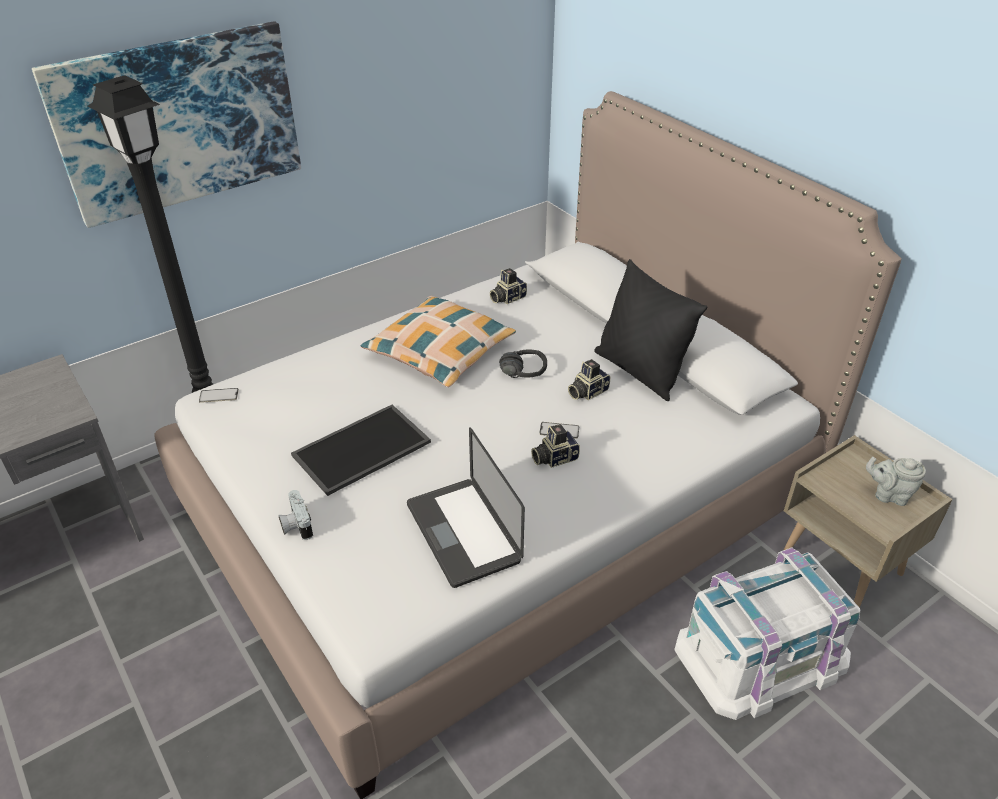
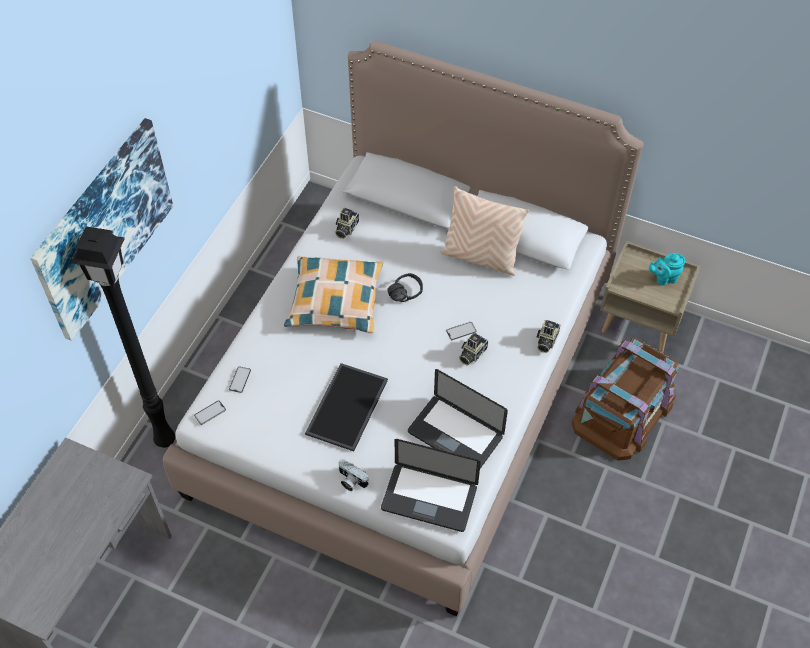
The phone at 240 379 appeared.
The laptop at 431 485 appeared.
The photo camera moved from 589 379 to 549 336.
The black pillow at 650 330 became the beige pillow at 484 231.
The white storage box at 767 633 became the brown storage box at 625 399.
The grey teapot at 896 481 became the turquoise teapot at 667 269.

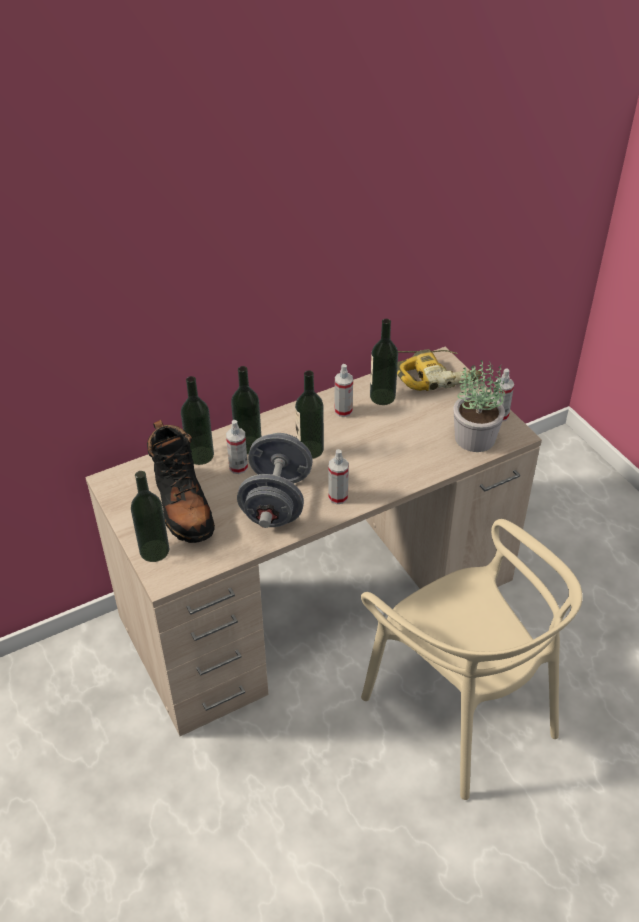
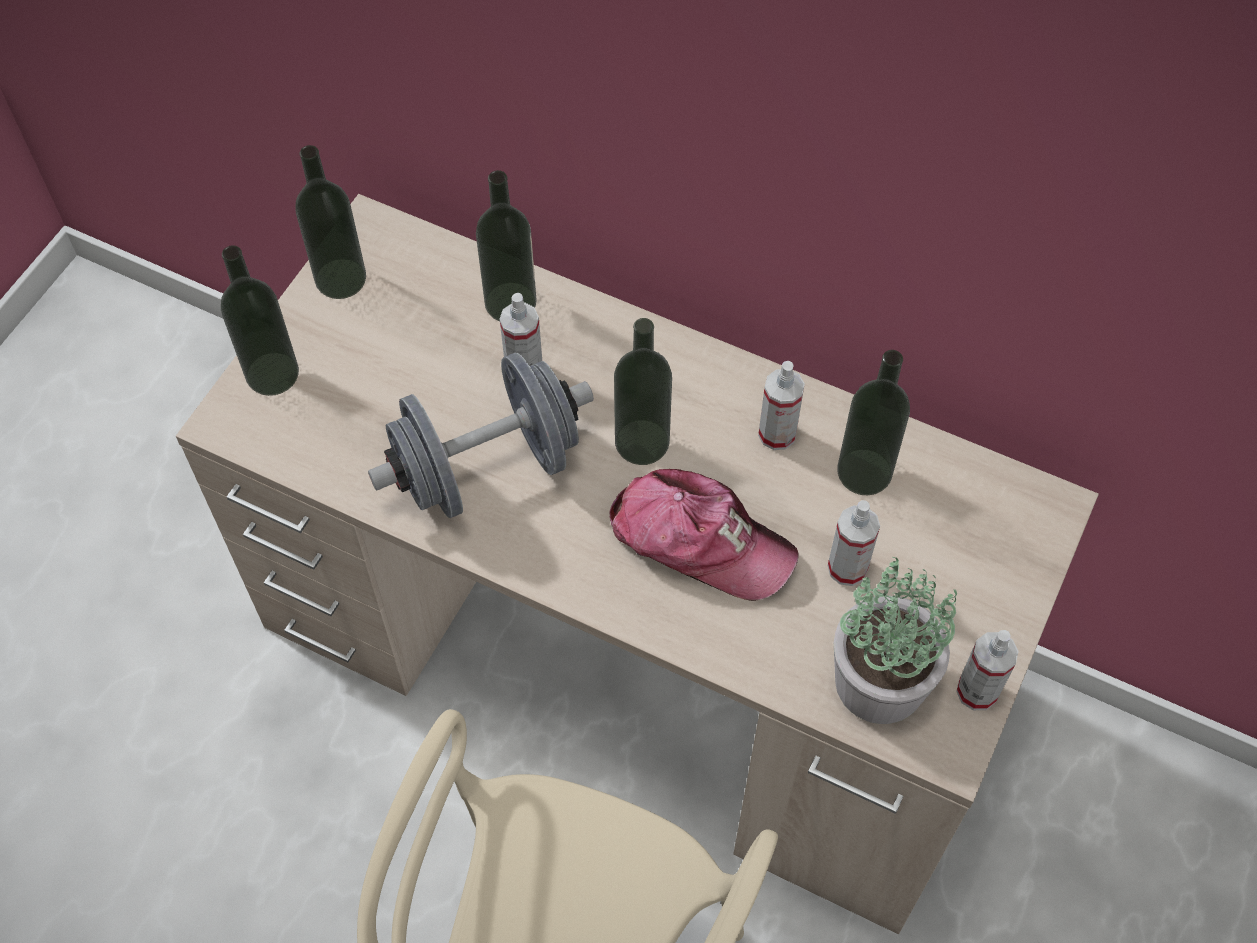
The black boot at 181 481 disappeared.
The power drill at 439 370 disappeared.
The cap at 703 535 appeared.
The bottle moved from 246 410 to 330 222.
The spray bottle moved from 338 476 to 854 543.

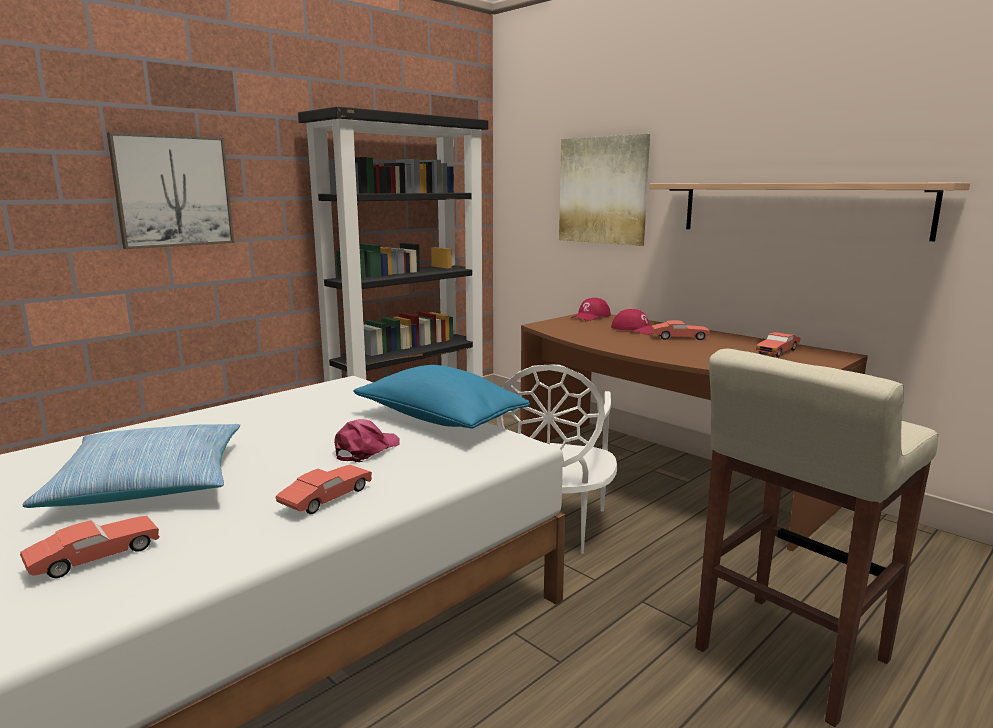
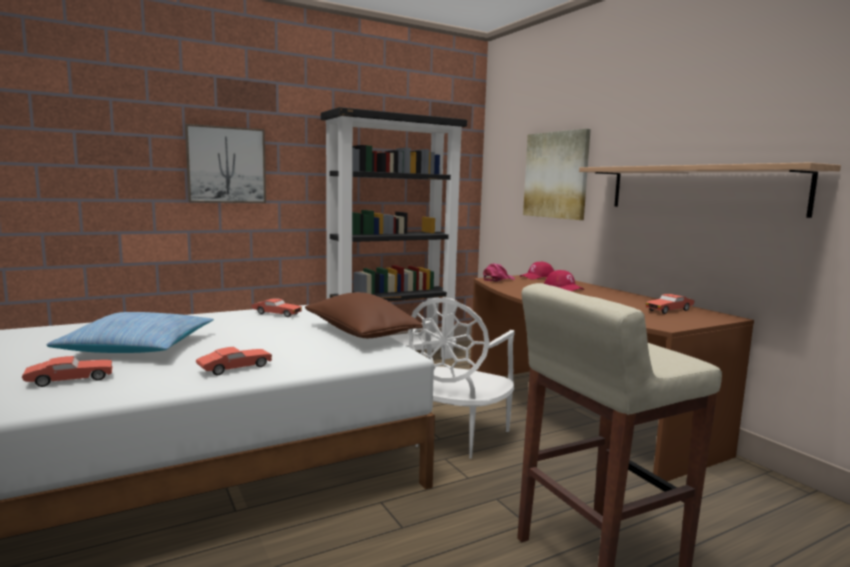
The pink cap moved from 367 440 to 499 272.
The red toy car moved from 680 330 to 276 307.
The blue pillow at 441 397 became the brown pillow at 364 315.

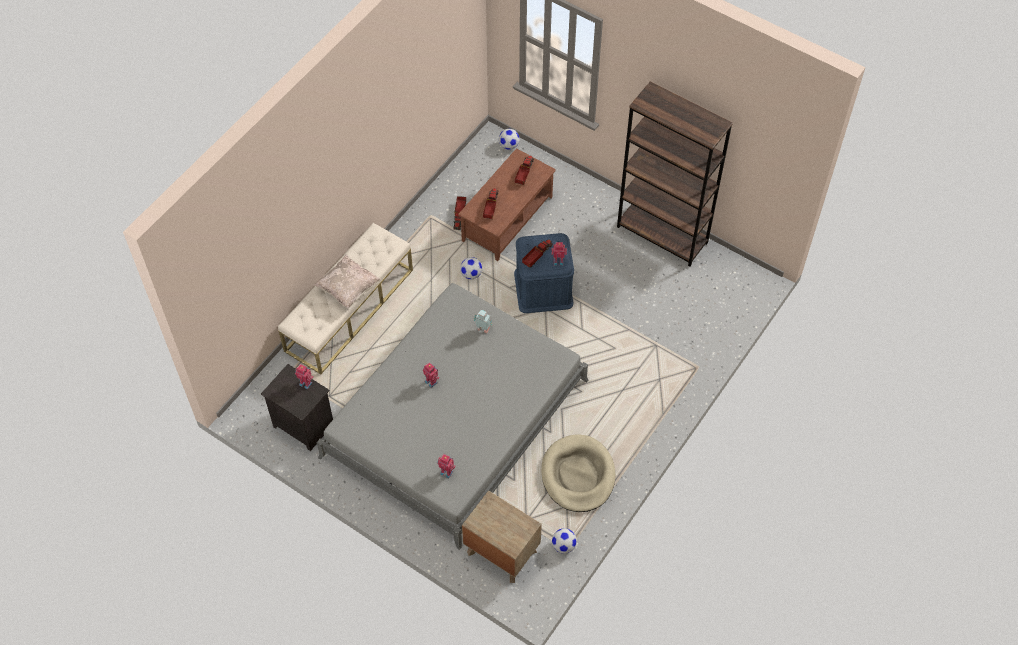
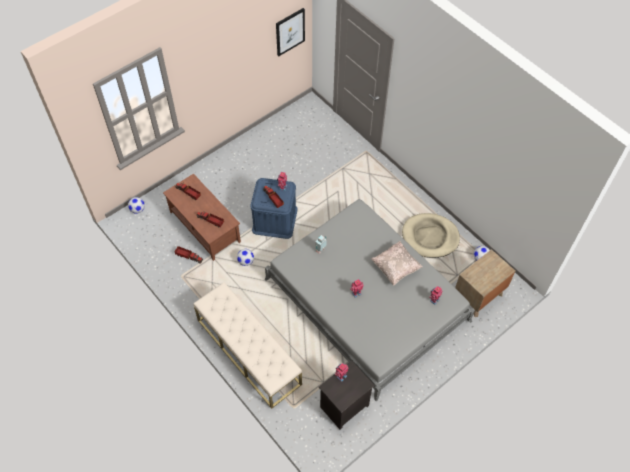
The brown bookcase at 675 174 disappeared.
The picture at 290 32 appeared.
The beige pillow moved from 347 281 to 396 263.

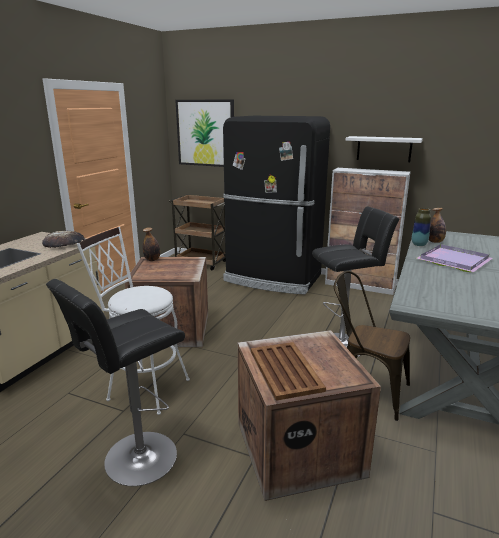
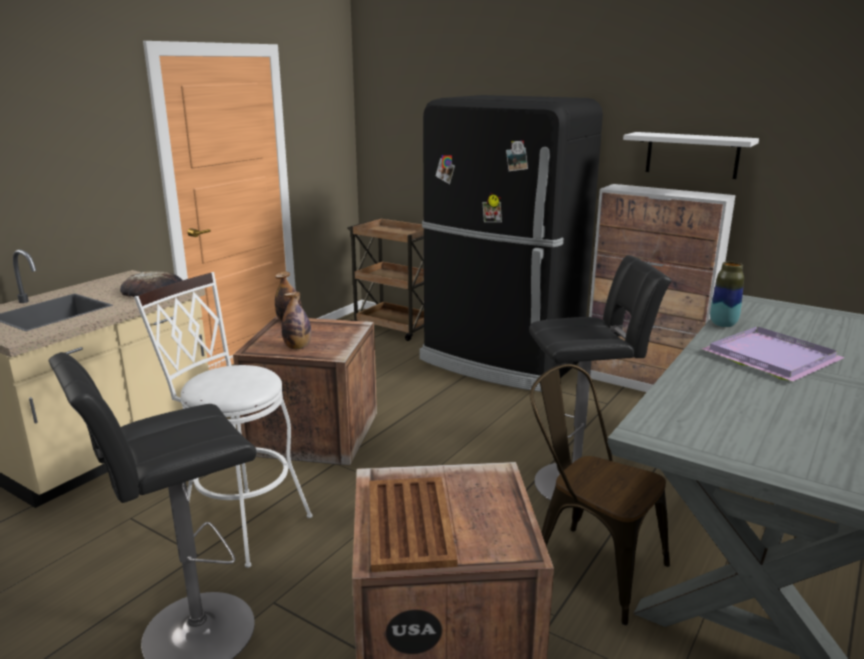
The picture at 204 133 disappeared.
The bottle moved from 437 225 to 296 320.

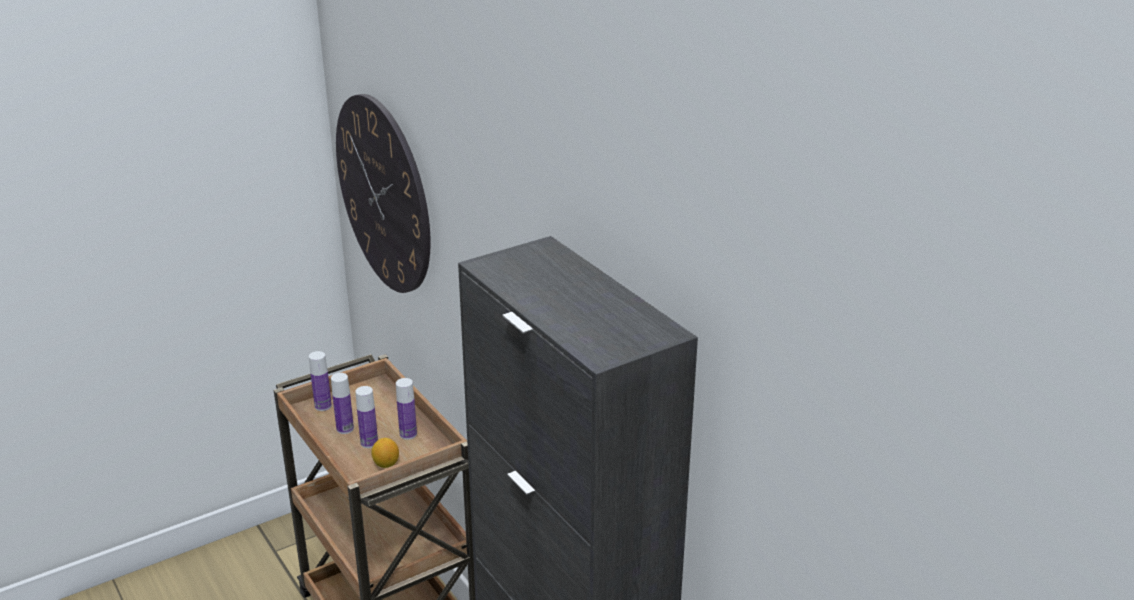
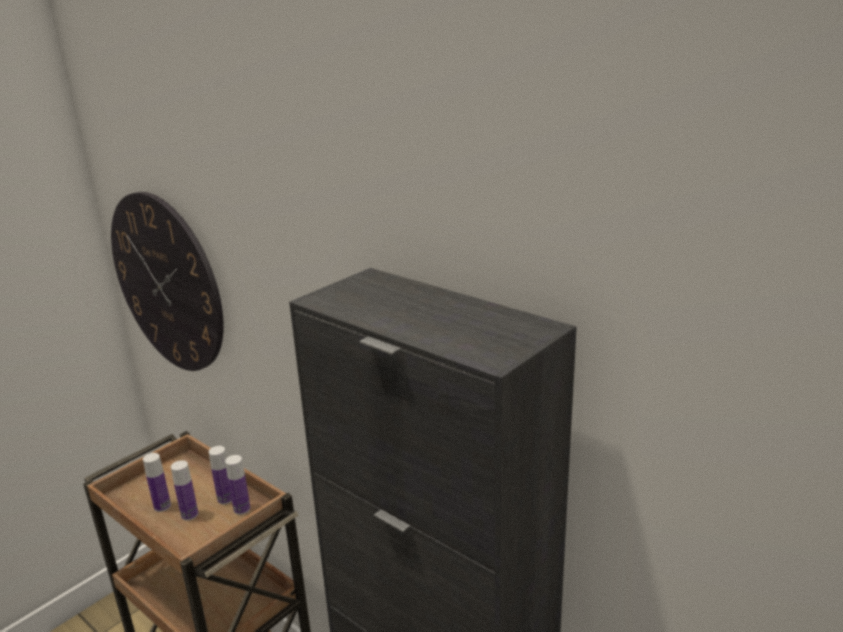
The lemon at 385 453 disappeared.
The bottle moved from 320 381 to 238 485.

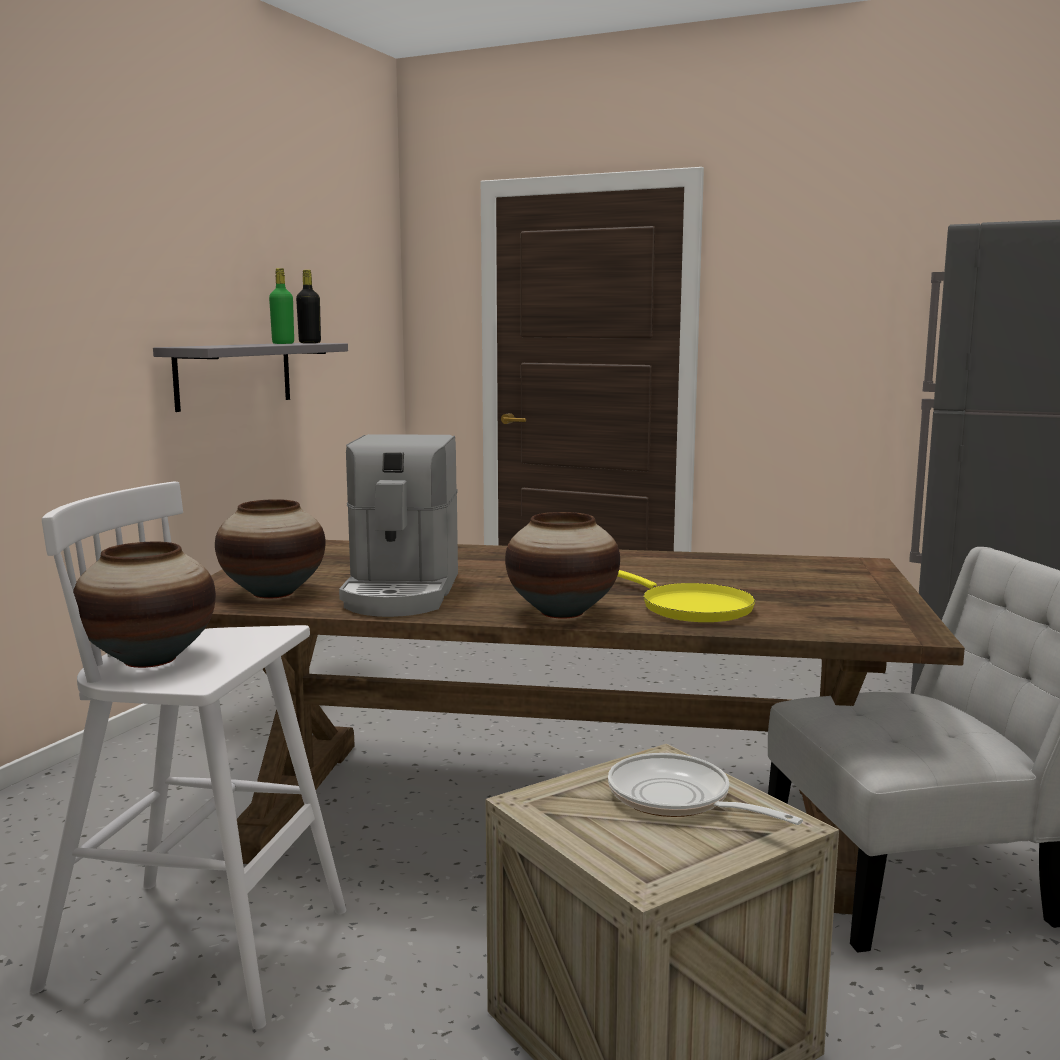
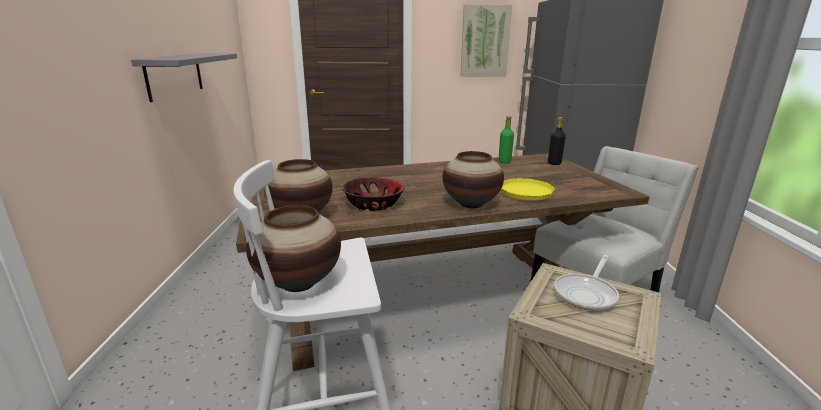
The picture at 486 40 appeared.
The green bottle moved from 281 306 to 506 139.
The black bottle moved from 308 306 to 557 141.
The coffee machine at 398 525 was replaced by the bowl at 373 194.
The frying pan at 705 789 turned 75 degrees counterclockwise.

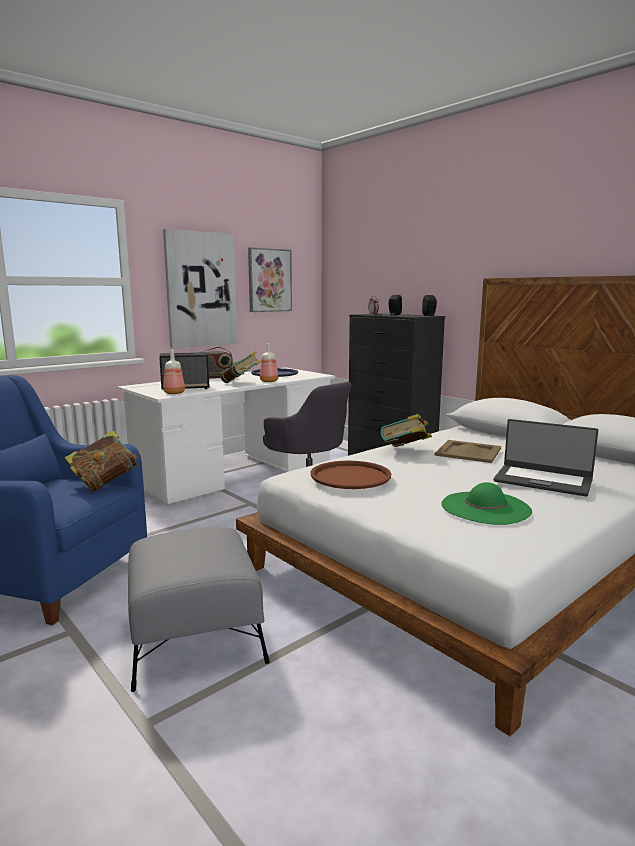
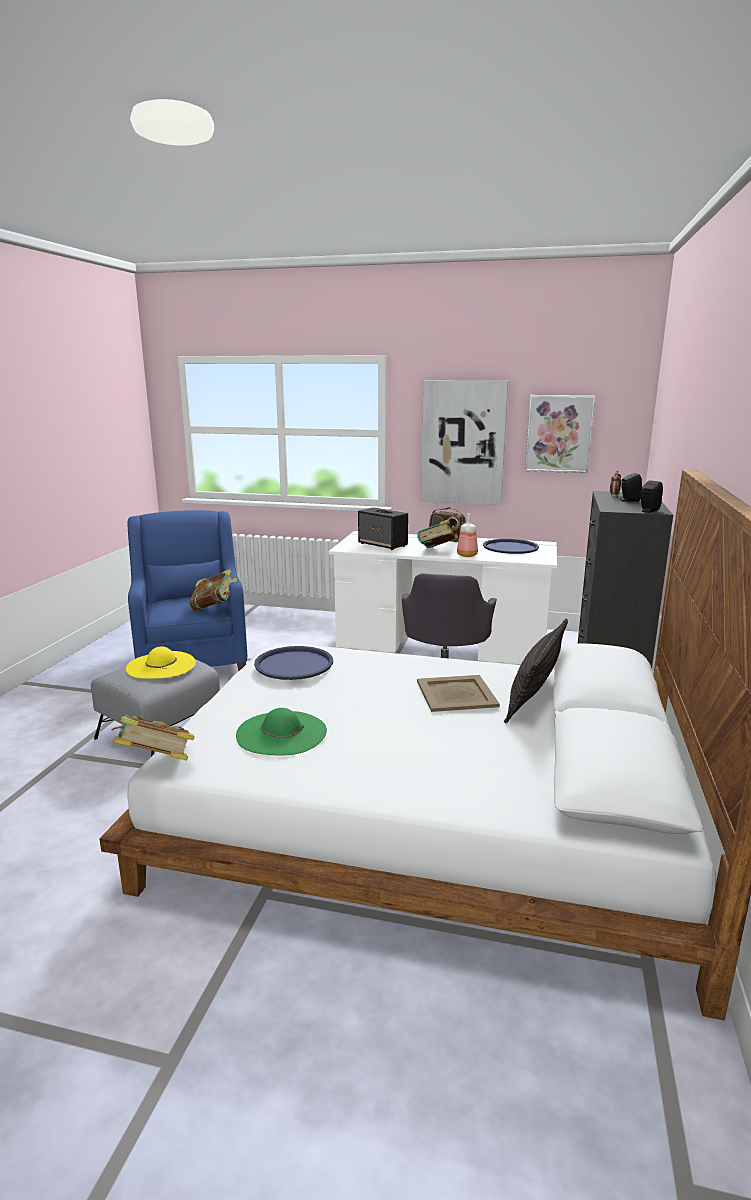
The bottle at 174 372 disappeared.
The laptop at 545 457 disappeared.
The yellow hat at 161 662 appeared.
The pillow at 536 671 appeared.
The book moved from 406 430 to 153 737.
The brown tray at 350 475 became the blue tray at 293 663.

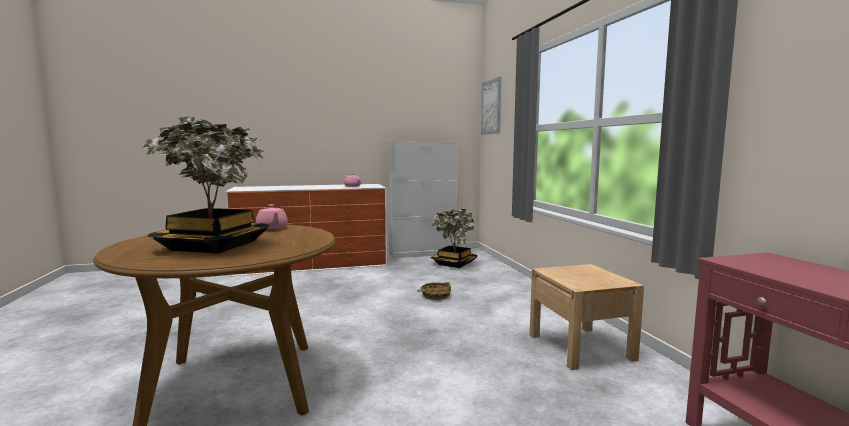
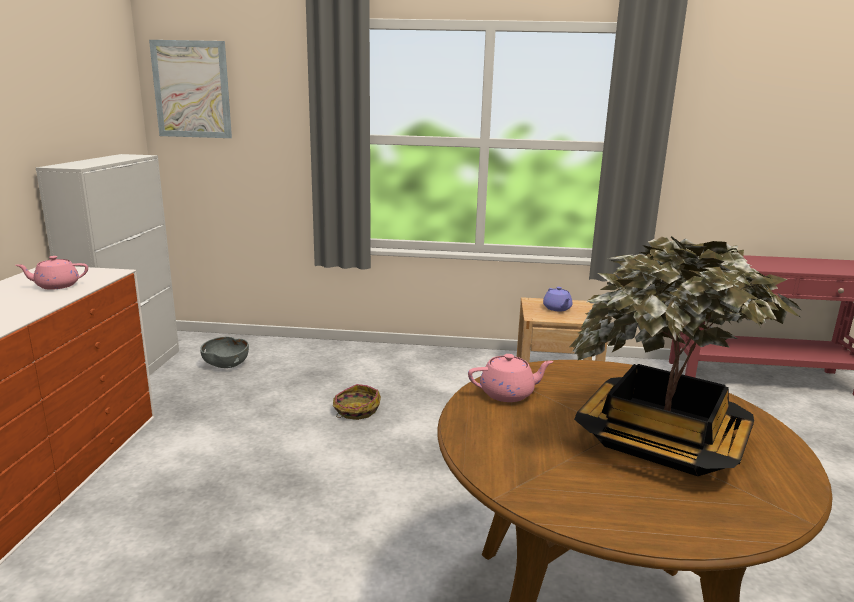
The purple teapot at 557 299 appeared.
The potted plant at 453 238 was replaced by the grey bowl at 224 352.

